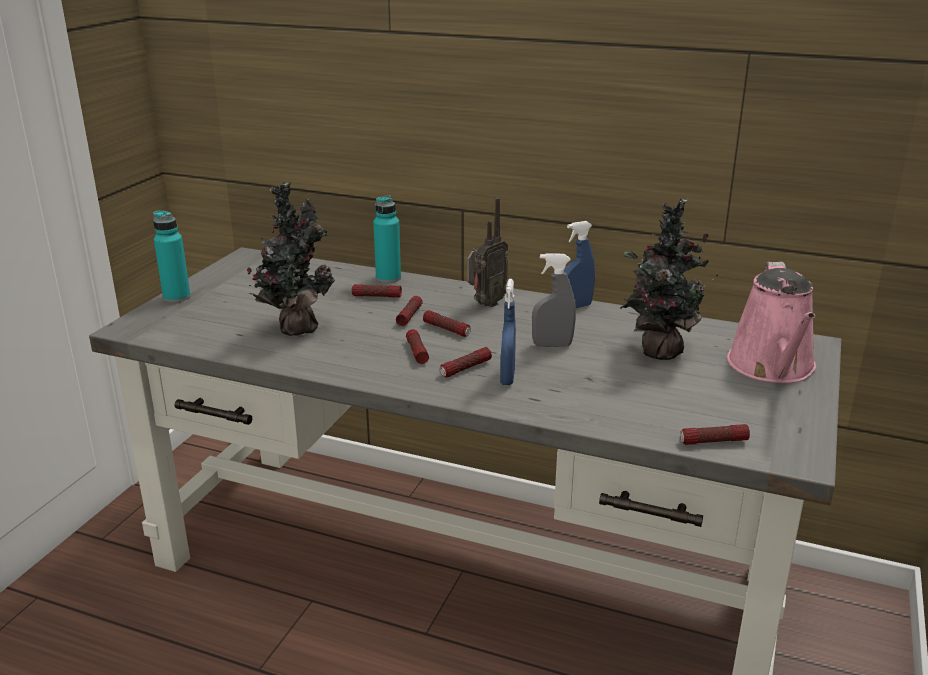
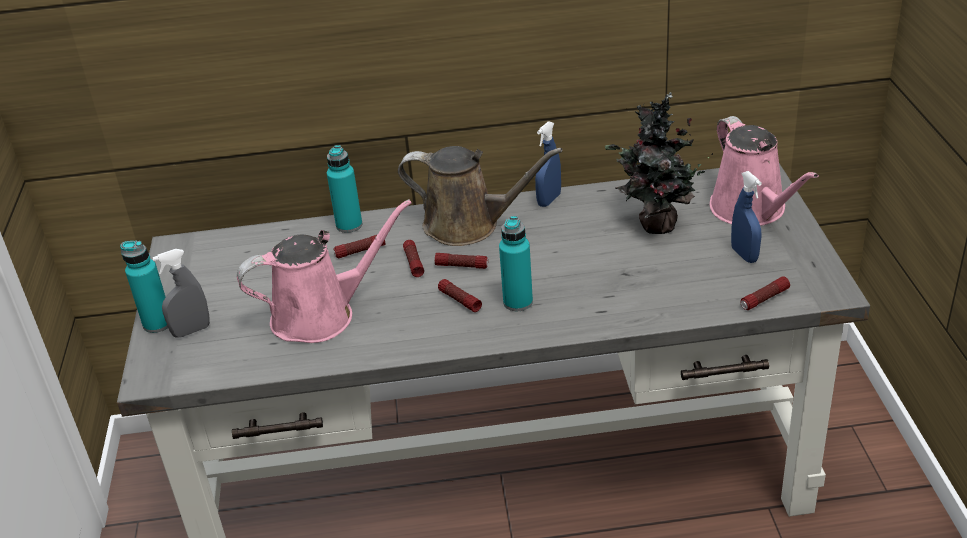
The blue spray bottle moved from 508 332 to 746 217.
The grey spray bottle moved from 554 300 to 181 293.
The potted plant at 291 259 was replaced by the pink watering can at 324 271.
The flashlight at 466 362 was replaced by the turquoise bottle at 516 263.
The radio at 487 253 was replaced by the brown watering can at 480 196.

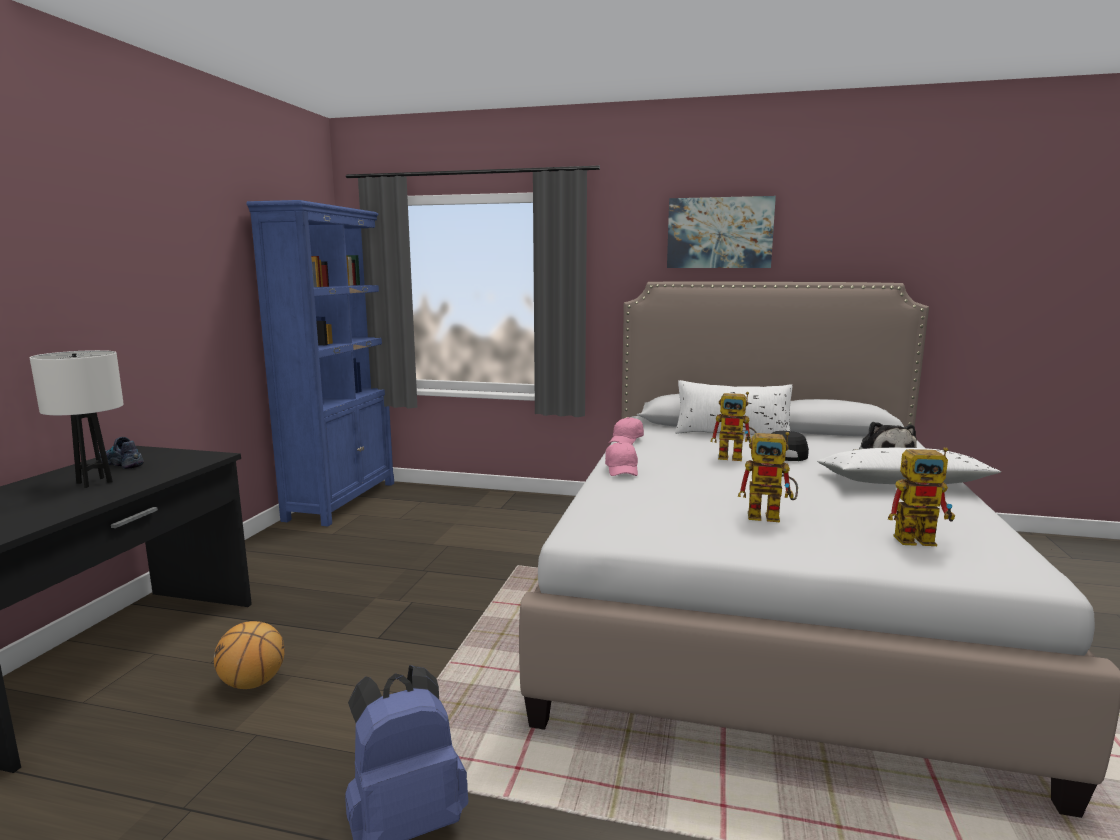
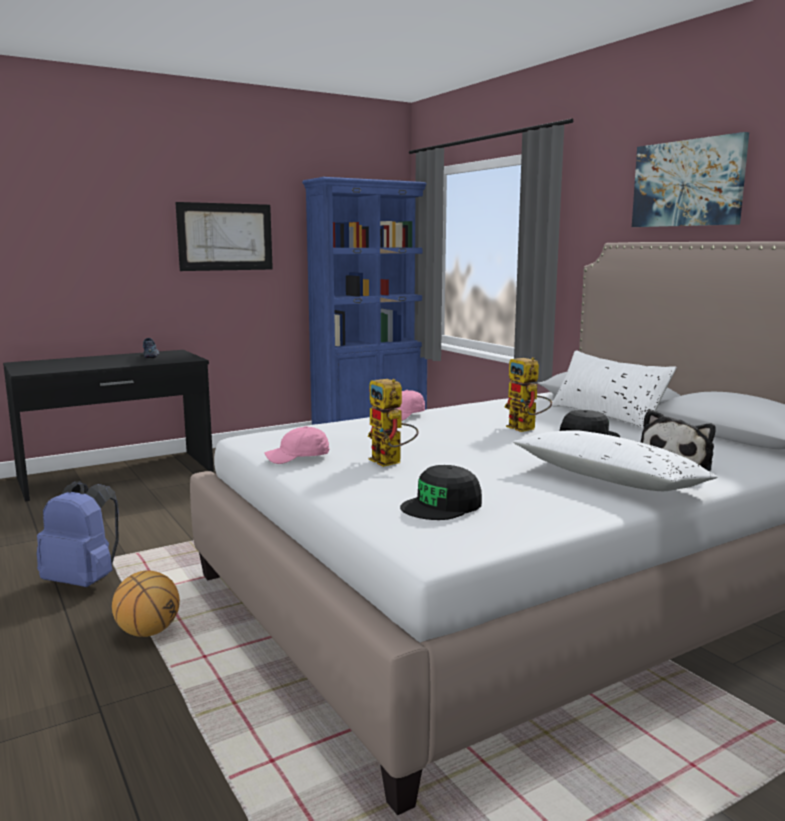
The white table lamp at 77 419 disappeared.
The picture at 224 236 appeared.
The basketball moved from 249 655 to 146 603.
The pink cap moved from 626 430 to 297 445.
The toy robot at 921 496 was replaced by the black cap at 441 492.

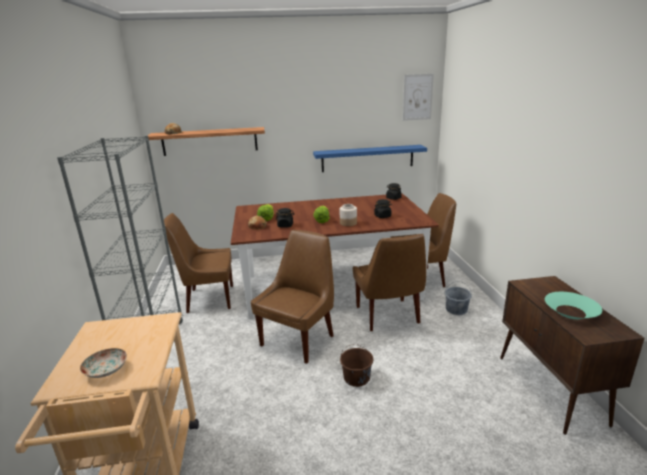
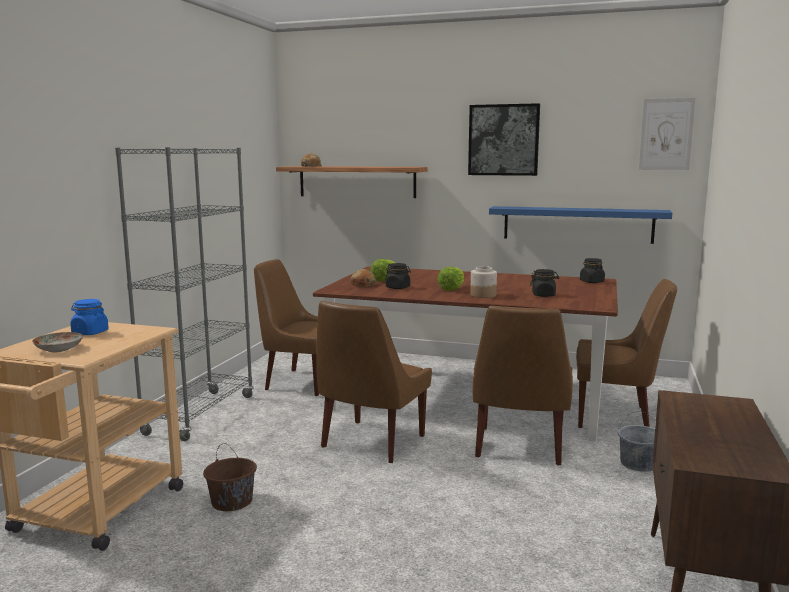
The turquoise bowl at 573 305 disappeared.
The blue jar at 89 317 appeared.
The picture at 504 139 appeared.
The brown bucket moved from 356 365 to 230 477.
The brown chair at 292 297 turned 150 degrees clockwise.

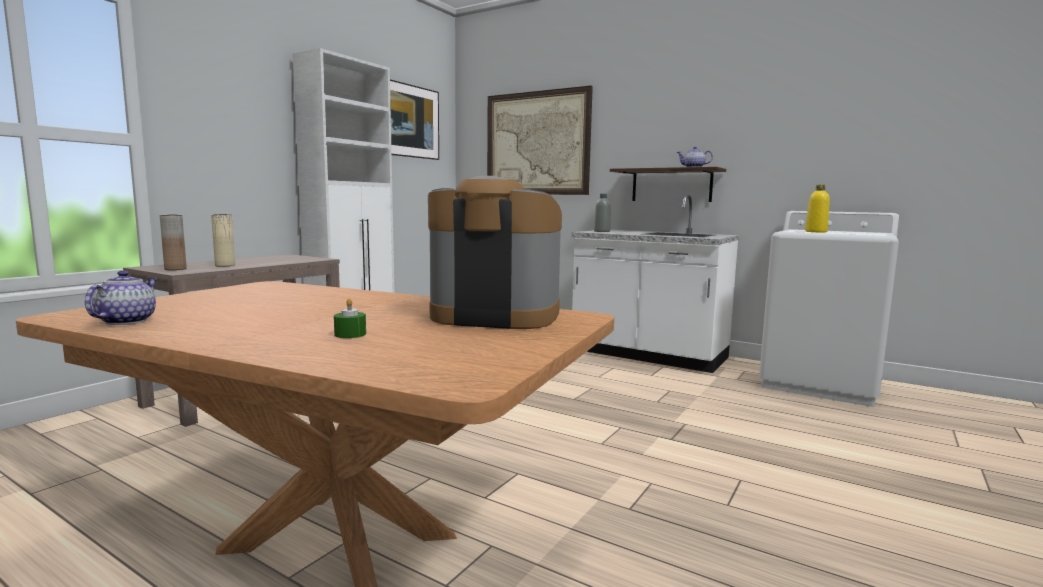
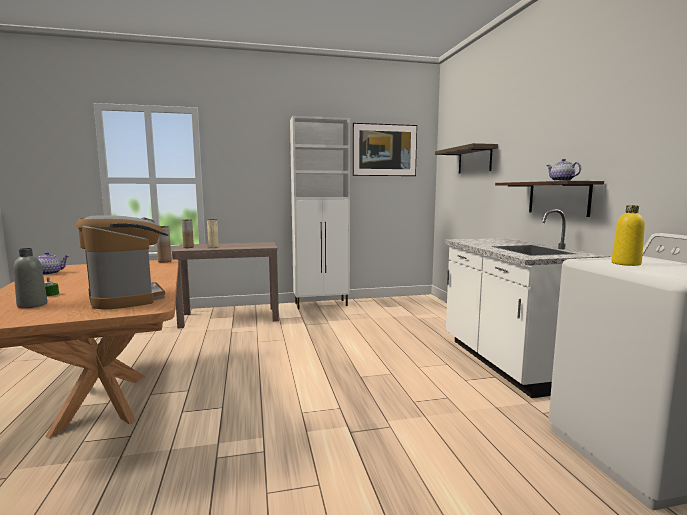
The brown vase at 164 244 appeared.
The grey bottle moved from 602 213 to 30 278.
The picture at 540 140 was replaced by the shelf at 466 158.

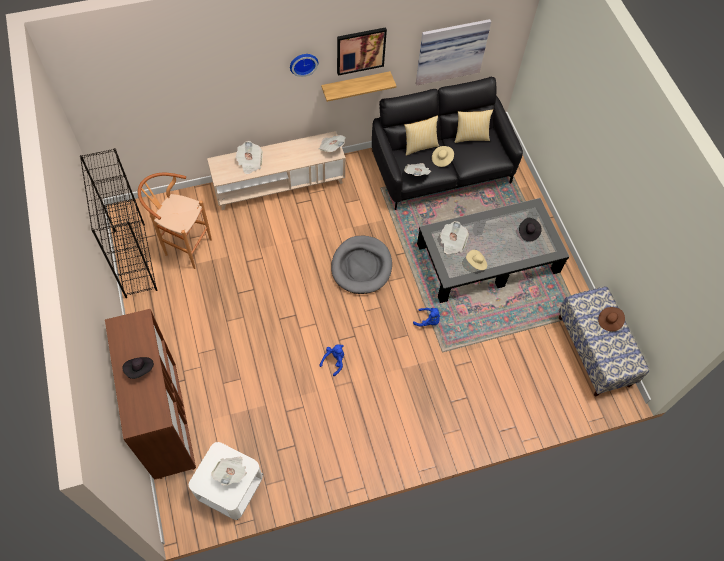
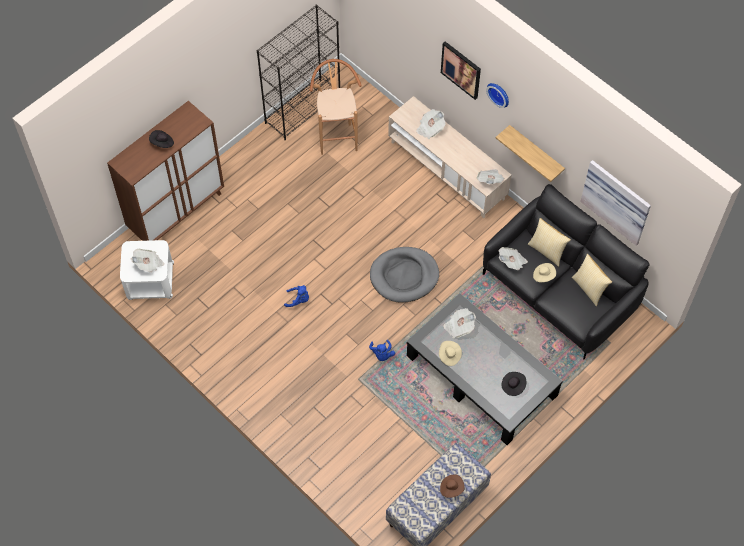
The picture moved from 362 51 to 461 70.

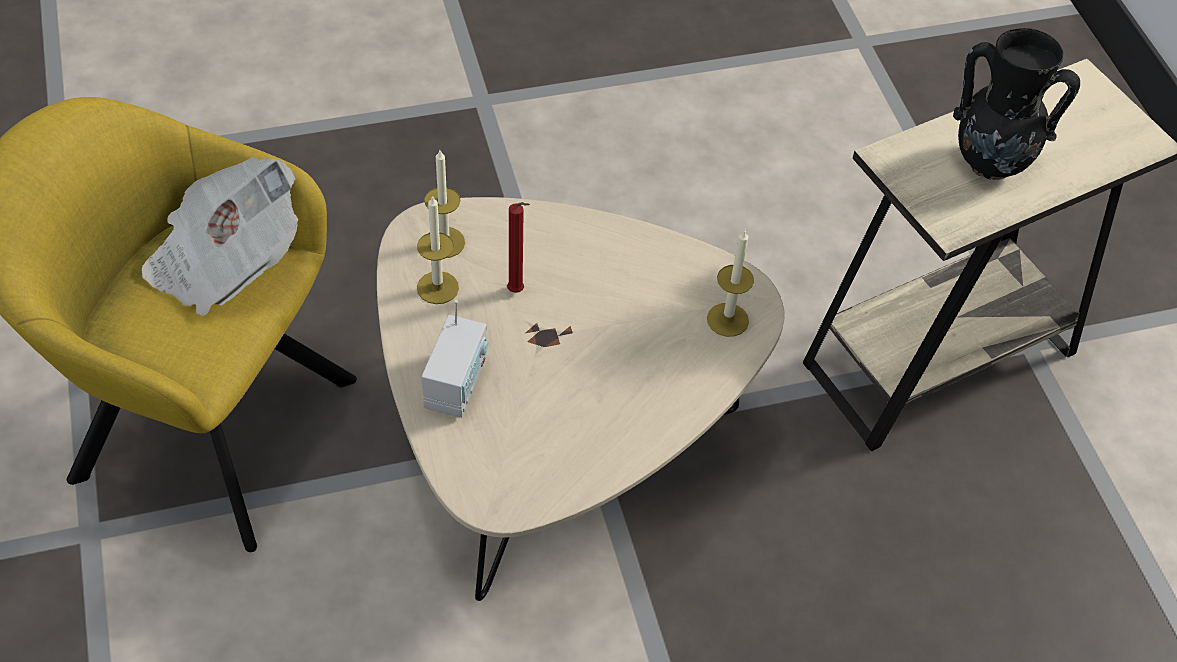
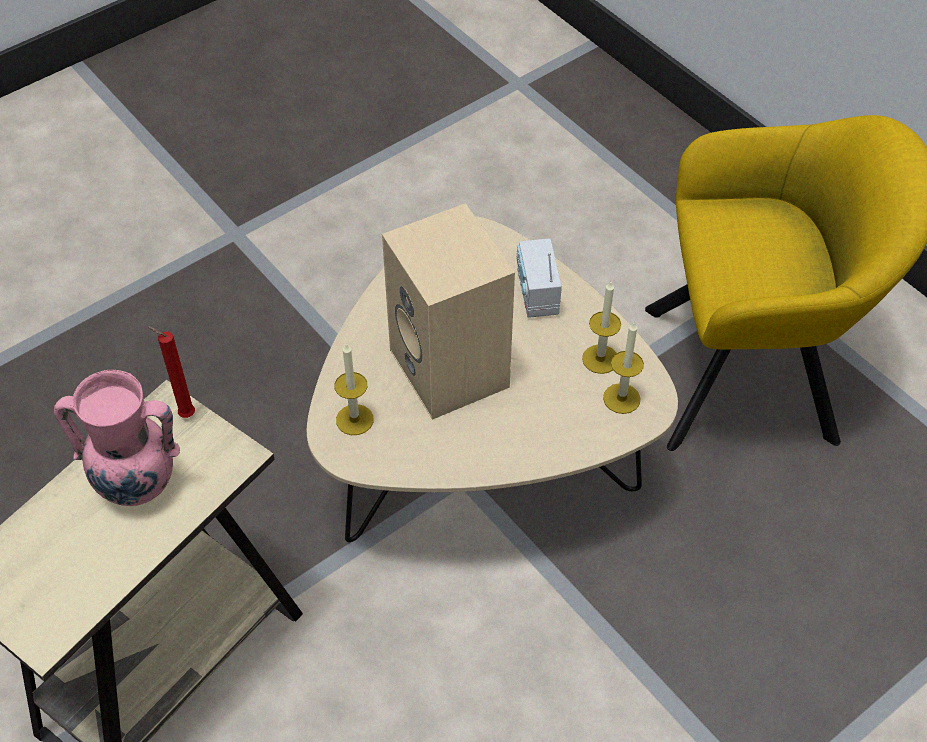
The newspaper at 220 236 disappeared.
The beige speaker at 448 311 appeared.
The red candle moved from 518 247 to 171 372.
The black vase at 1016 104 became the pink vase at 117 438.

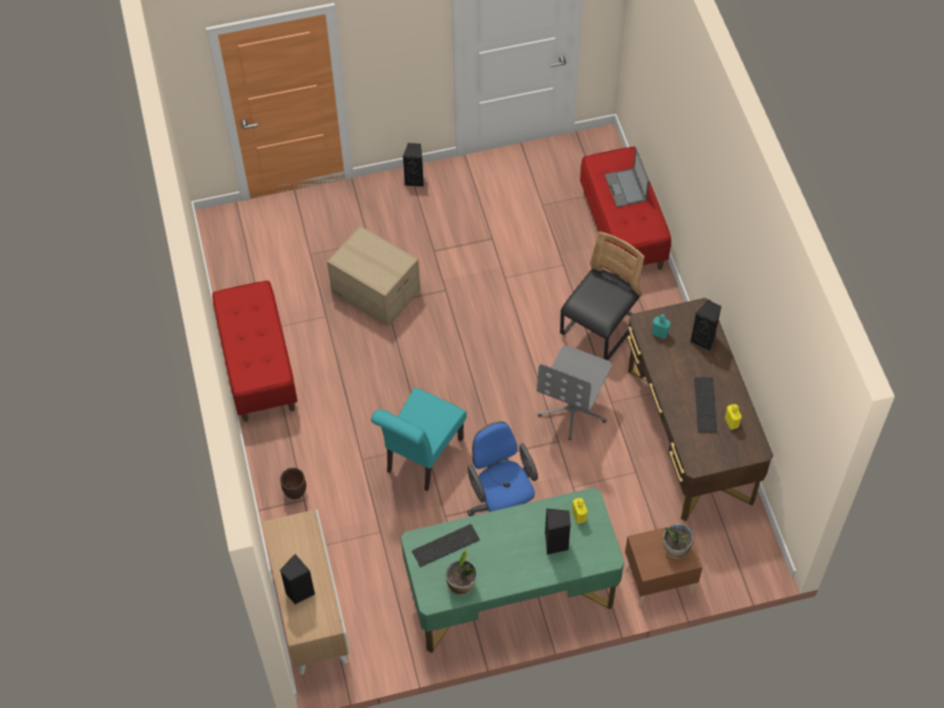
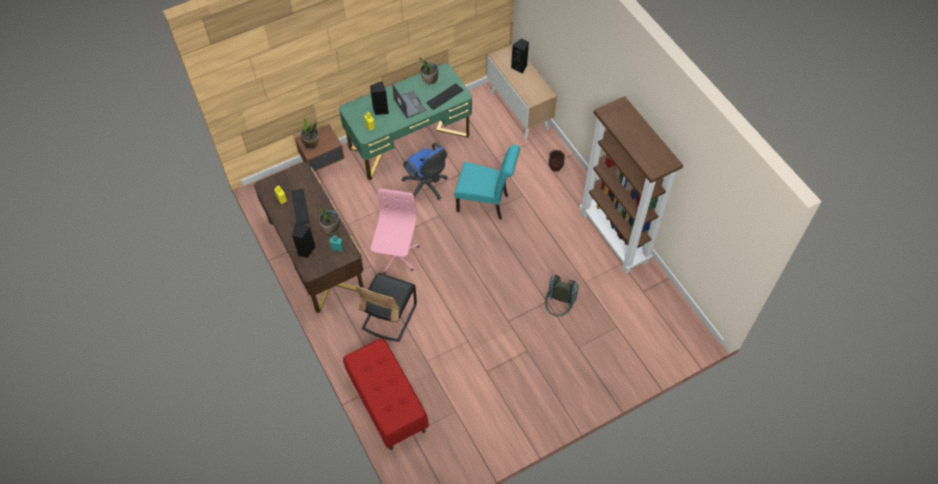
The black speaker at 413 165 disappeared.
The potted plant at 328 220 appeared.
The laptop moved from 627 177 to 409 101.
The red bench at 255 351 was replaced by the brown bookcase at 631 185.
The cardboard box at 373 276 was replaced by the grey backpack at 562 295.
The grey office chair at 574 393 became the pink office chair at 395 231.
The turquoise chair at 419 439 turned 90 degrees clockwise.

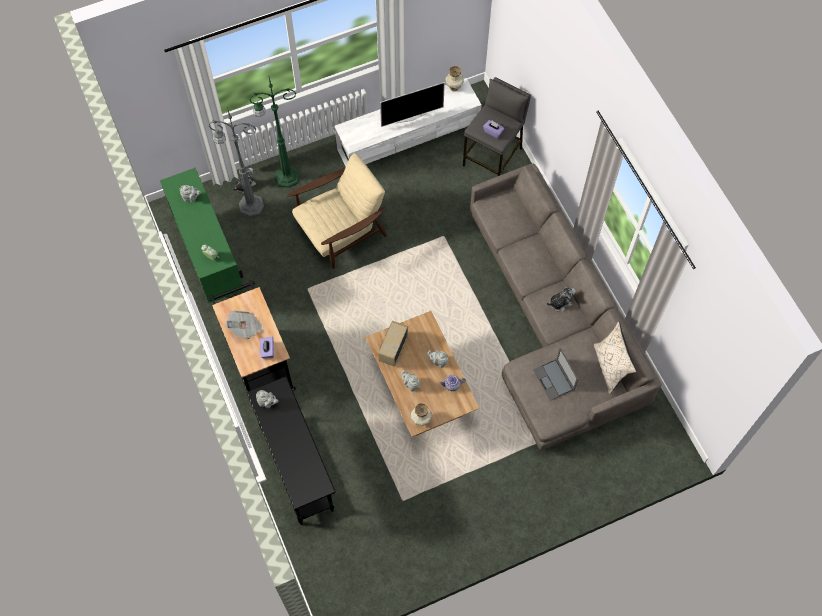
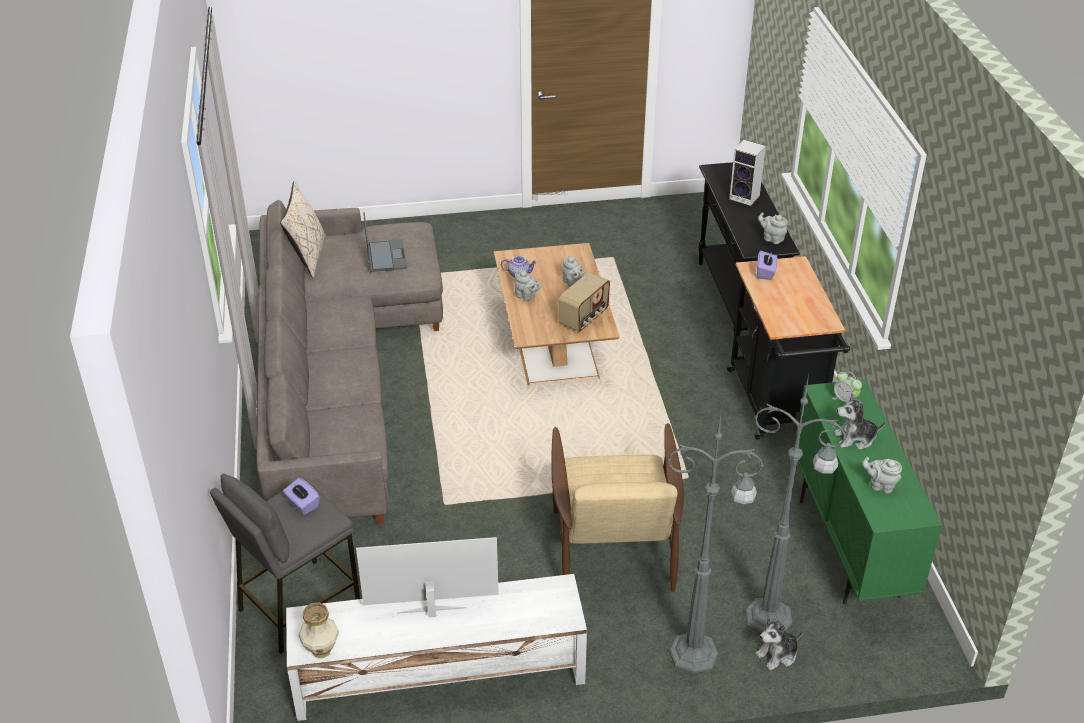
The newspaper at 244 324 disappeared.
The vase at 421 414 disappeared.
The speaker at 747 173 appeared.
The plush toy moved from 561 299 to 860 421.
The green floor lamp at 274 132 became the grey floor lamp at 715 540.
The beige armchair at 337 211 turned 75 degrees counterclockwise.

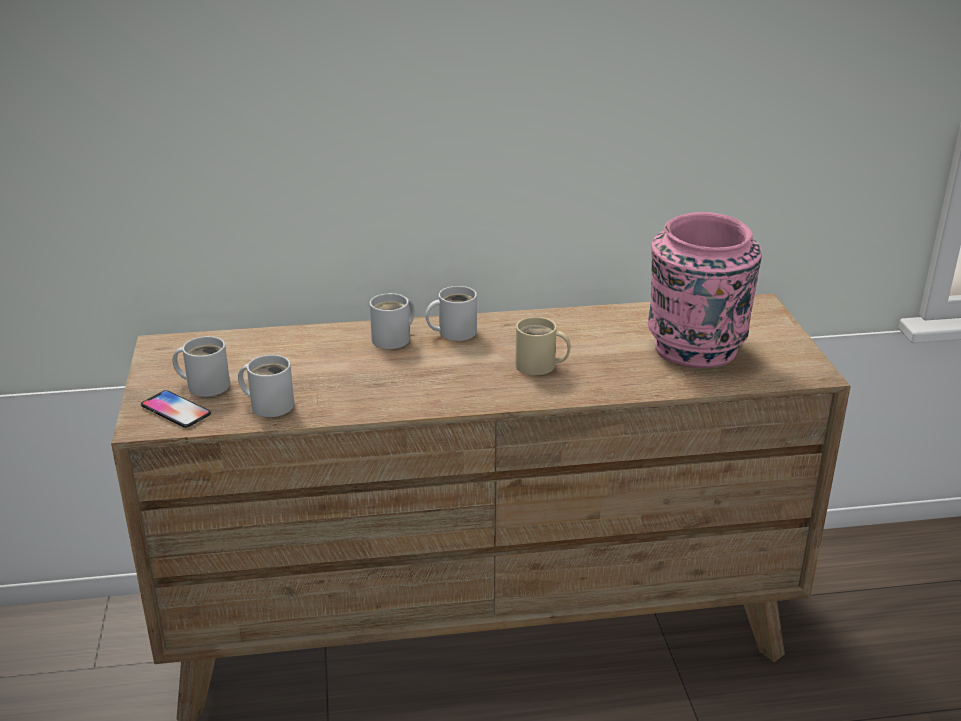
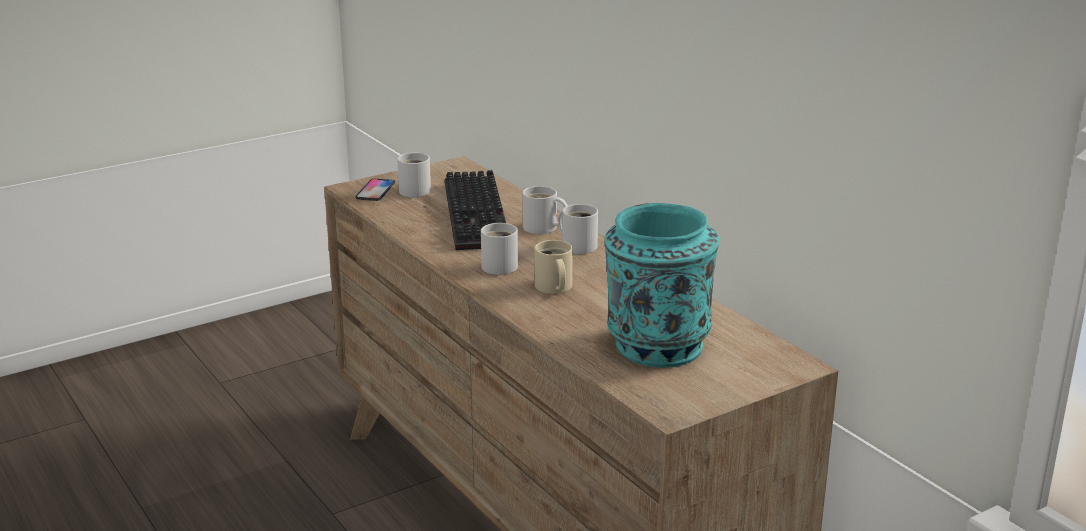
The keyboard at 475 210 appeared.
The white mug moved from 266 386 to 499 249.
The pink vase at 705 290 became the turquoise vase at 662 285.

